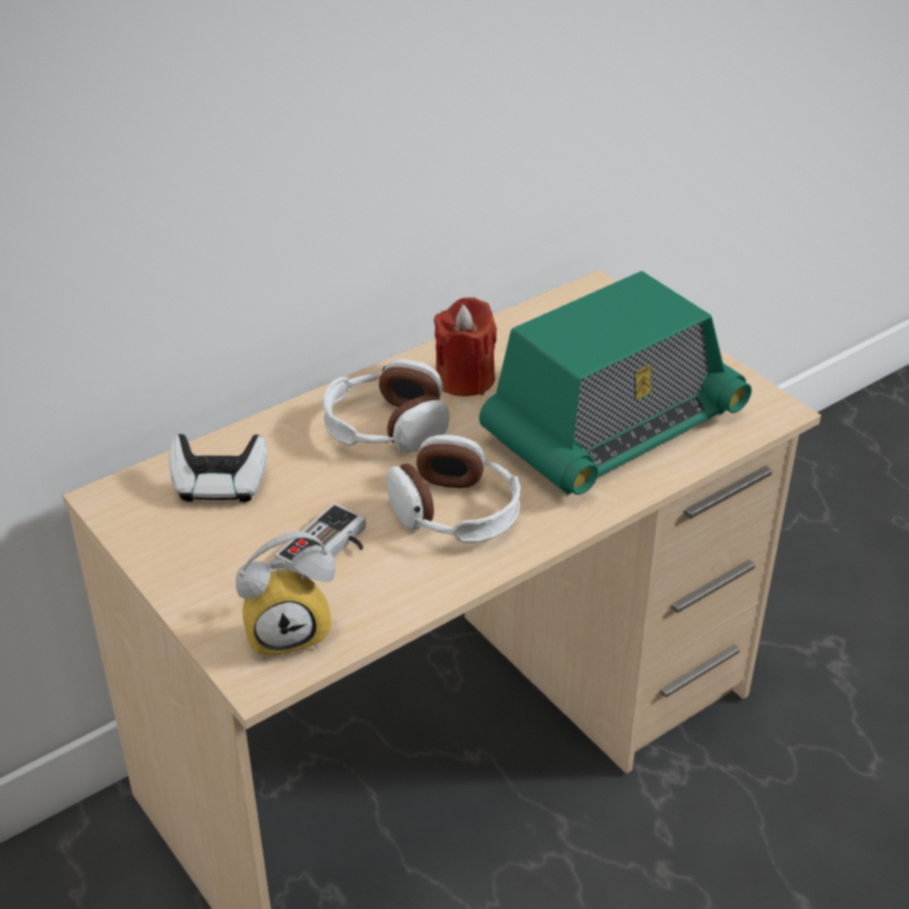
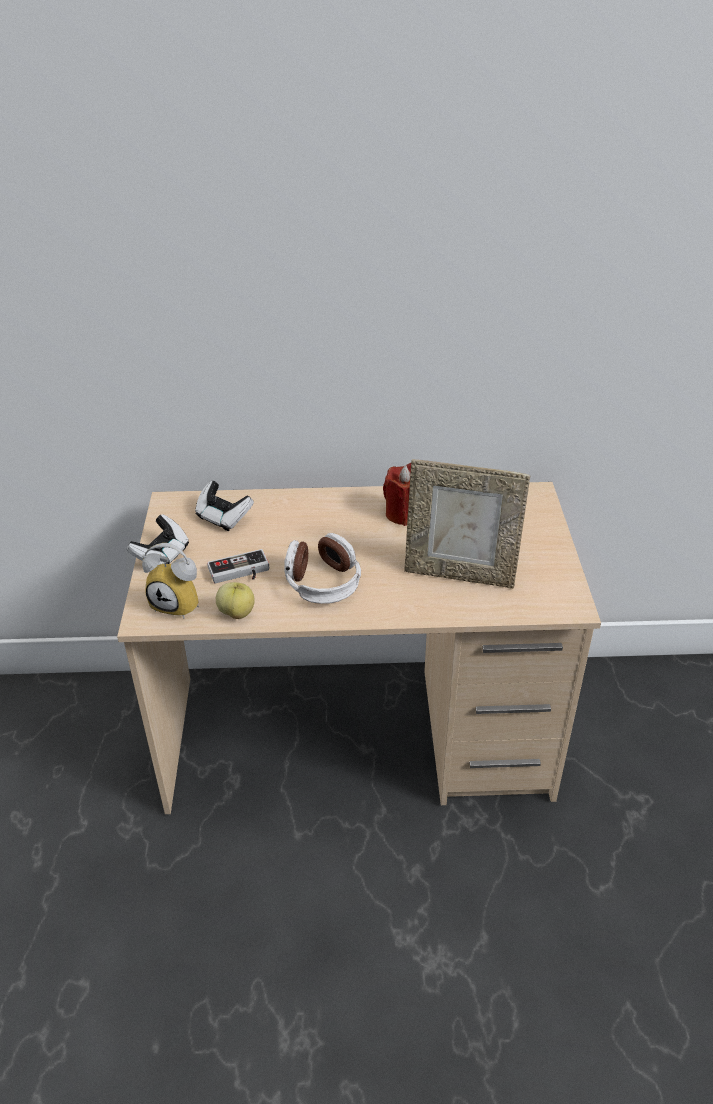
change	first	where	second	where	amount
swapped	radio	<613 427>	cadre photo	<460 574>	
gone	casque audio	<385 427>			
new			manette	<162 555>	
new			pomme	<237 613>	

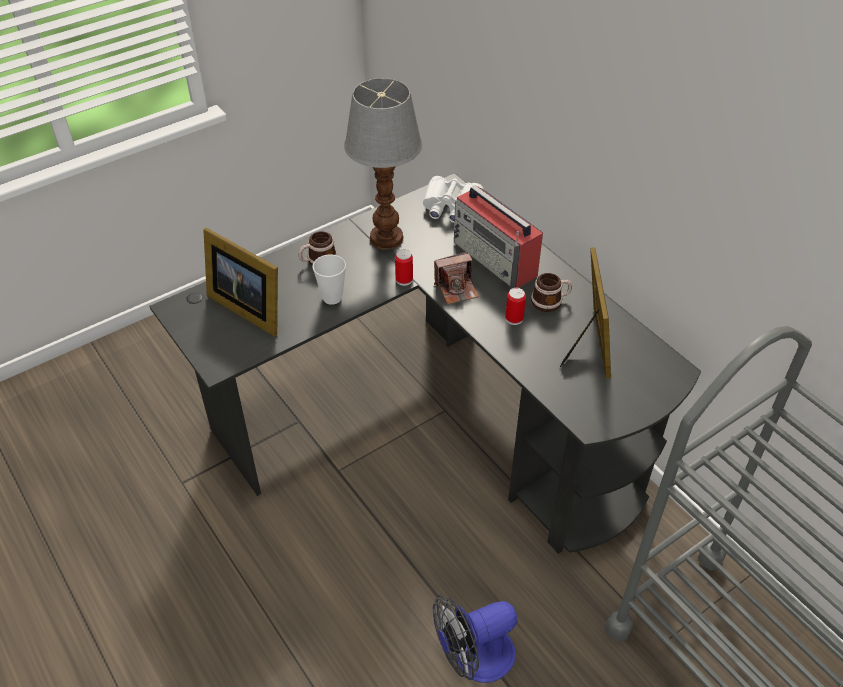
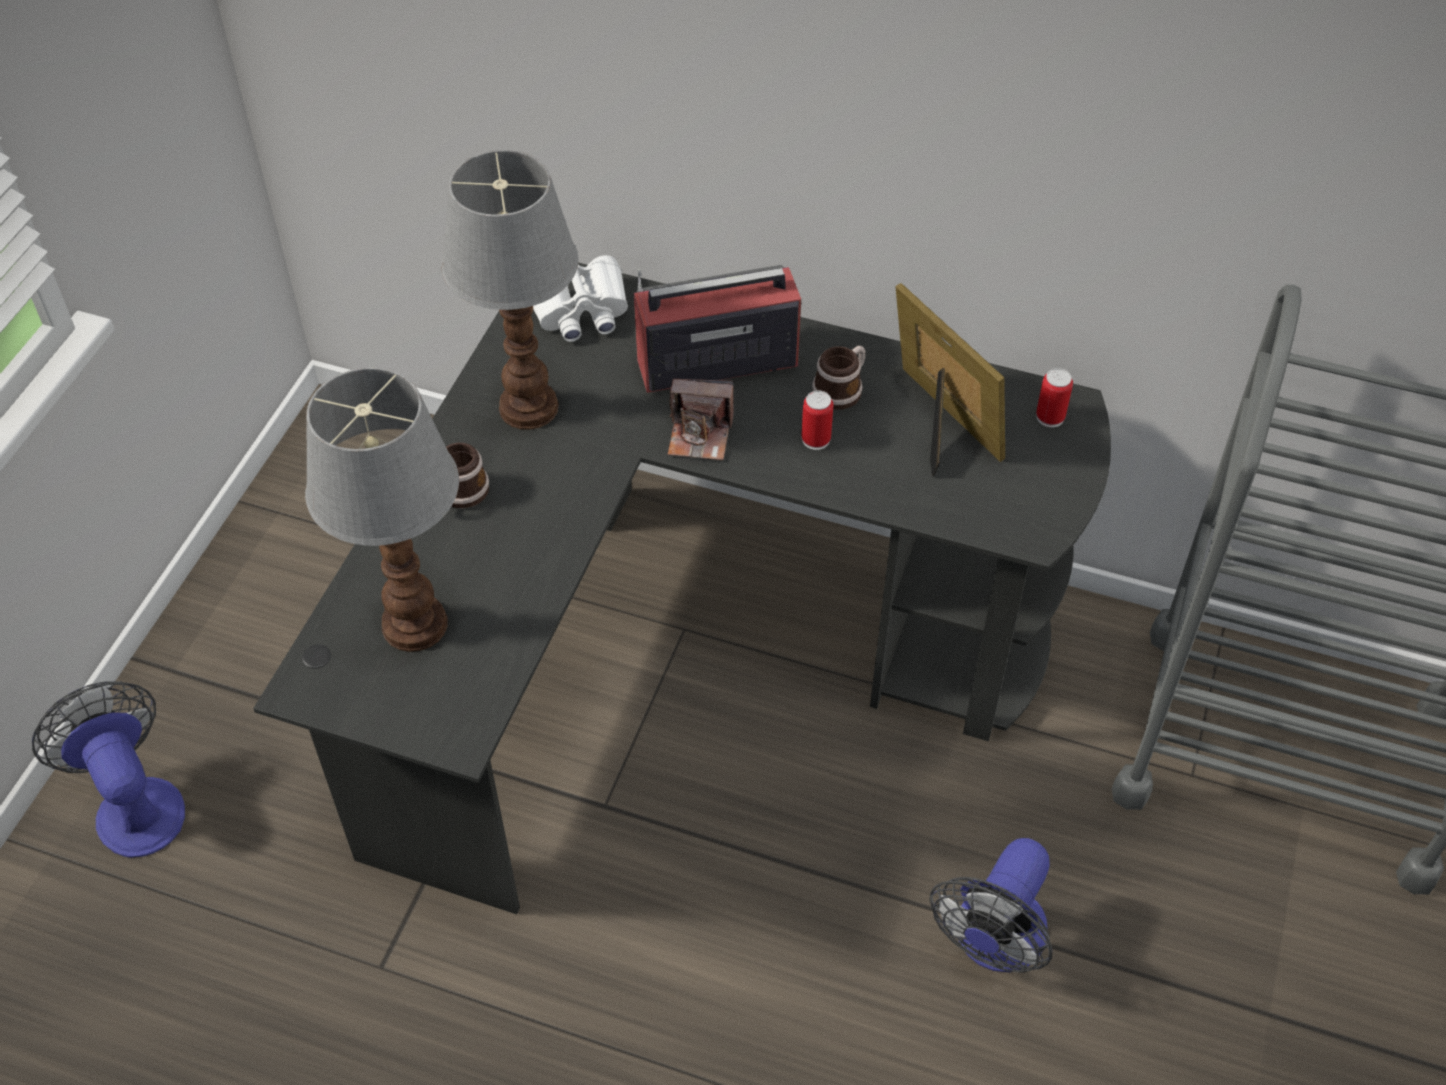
change	first	where	second	where	amount
rotated	radio	<495 259>		<714 362>	150 degrees clockwise
swapped	cadre photo	<247 306>	lampe de table	<417 624>	
shifted	boîte métallique	<404 280>		<1050 417>	
rotated	appareil photo	<456 289>		<700 435>	60 degrees clockwise
gone	tasse	<332 298>			
new			ventilateur	<134 804>	

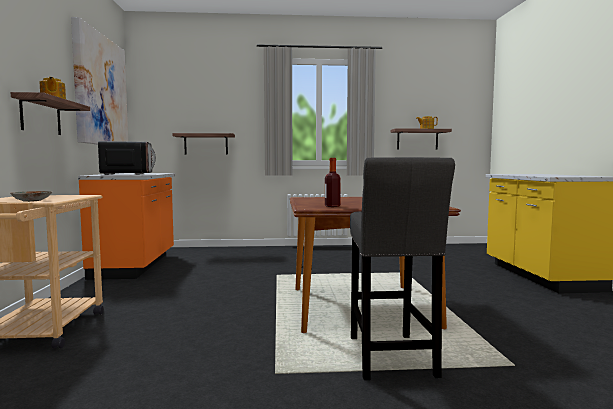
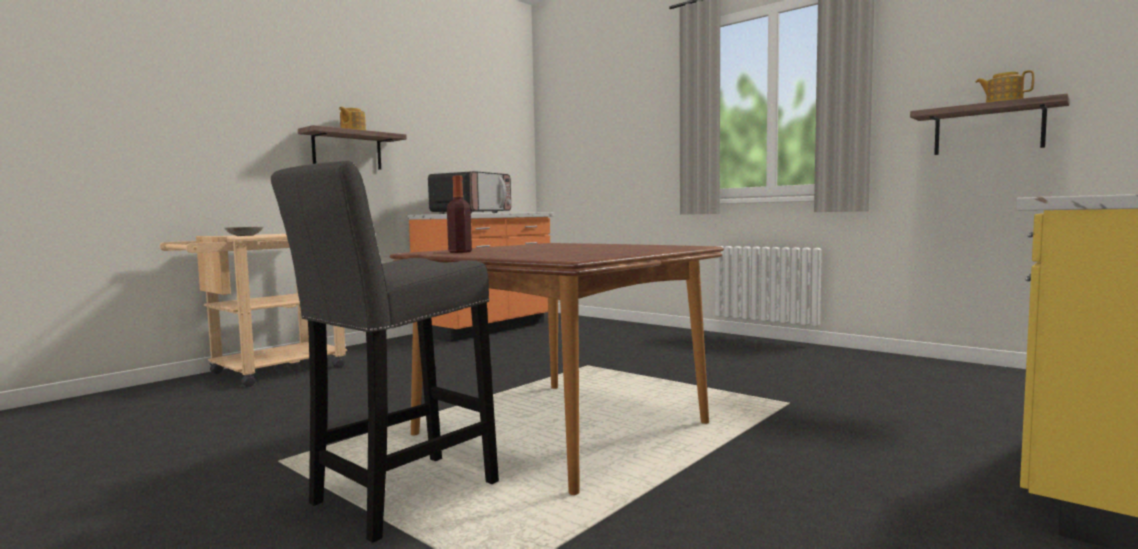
change	first	where	second	where	amount
gone	tableau	<100 91>			
gone	étagère	<206 144>			

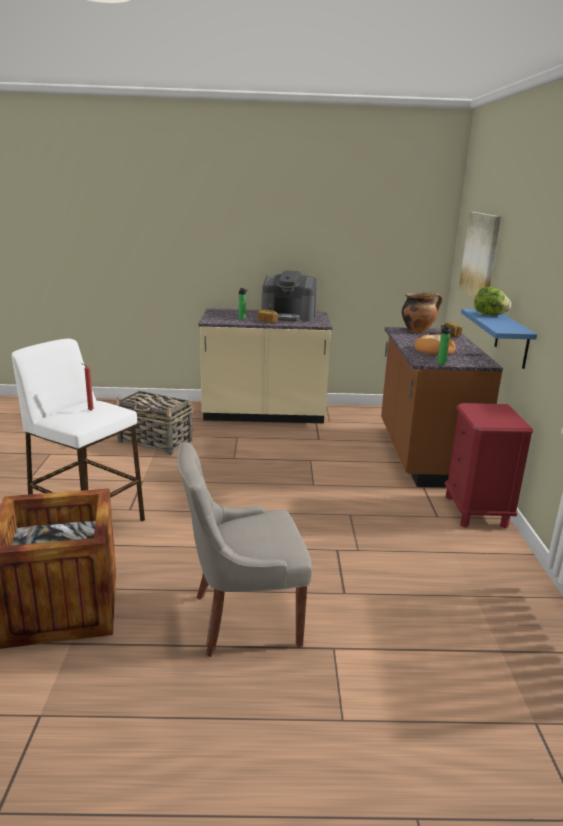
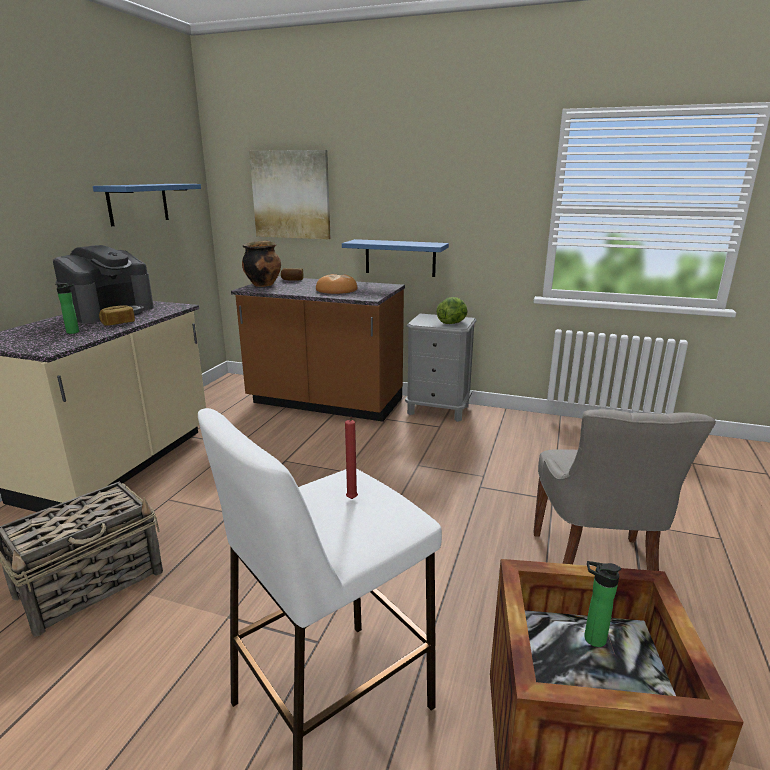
change	first	where	second	where	amount
shifted	laitue	<489 315>		<452 323>	
shifted	bouteille	<441 363>		<591 638>	
repainted	table de chevet [rouge]	<476 511>	table de chevet [gris]	<438 410>	
new			étagère [bleu]	<138 204>	

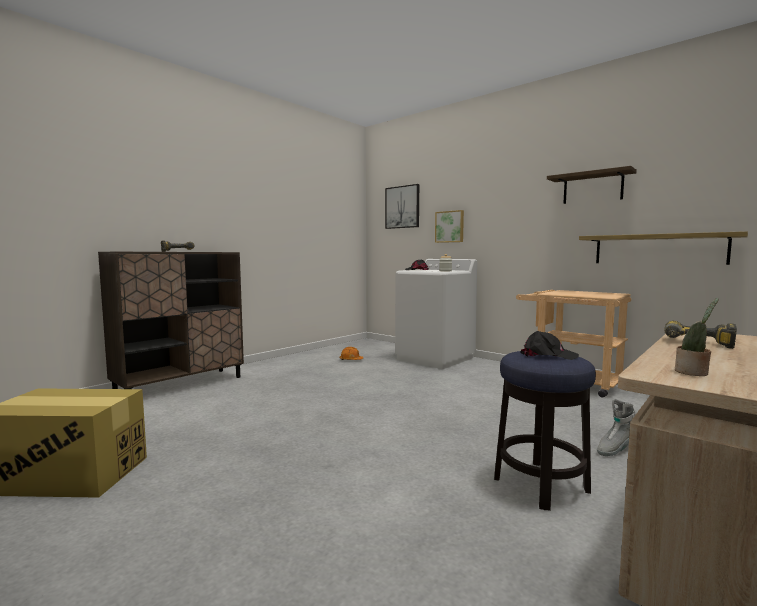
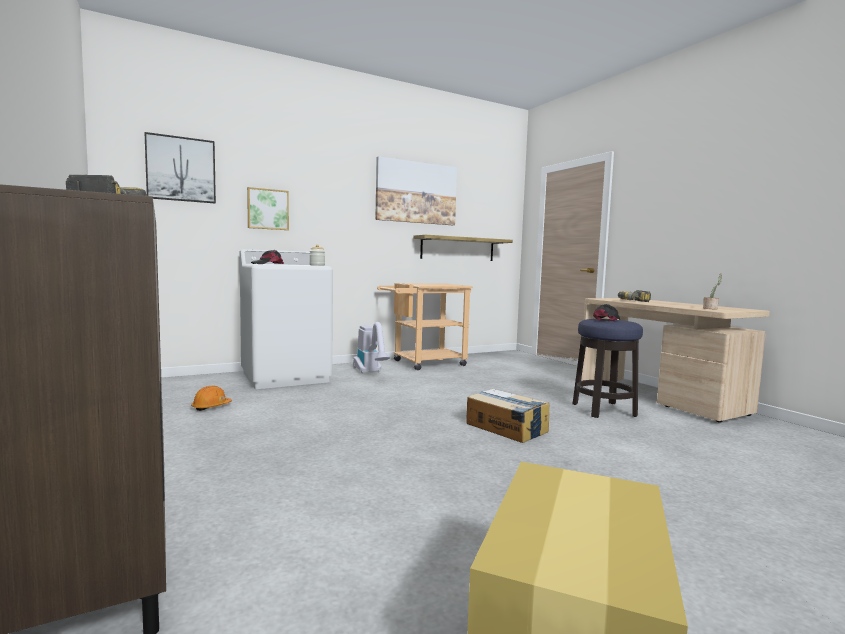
change	first	where	second	where	amount
swapped	étagère	<592 188>	tableau	<416 193>	
gone	botte [gris]	<615 450>			
new			aspirateur	<371 372>	
new			carton	<506 428>	

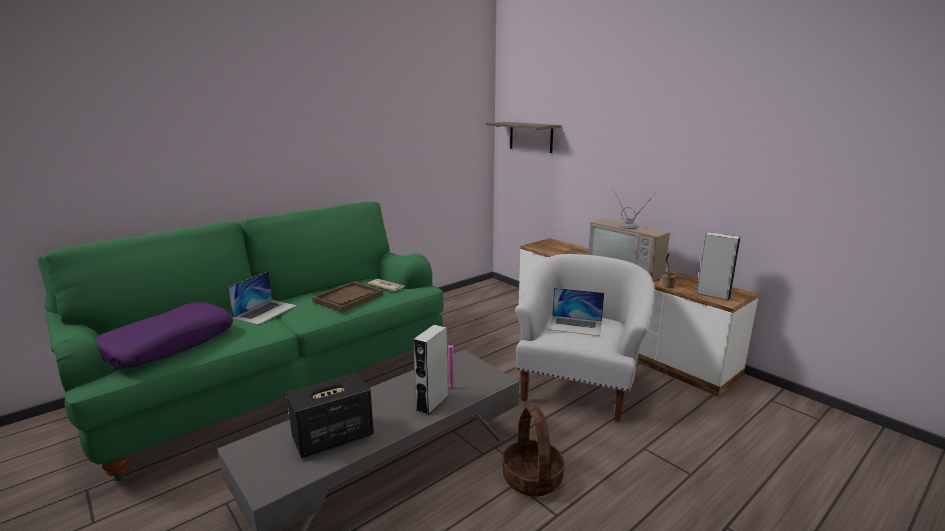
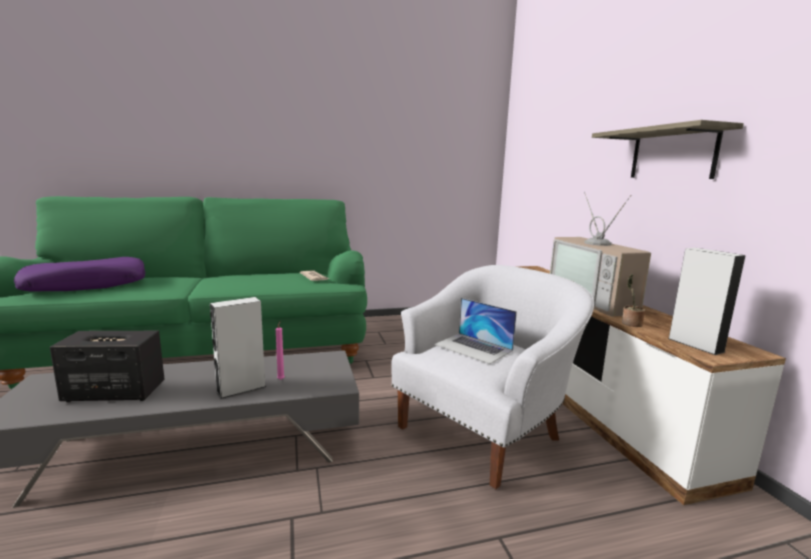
change	first	where	second	where	amount
shifted	étagère	<531 137>		<672 154>	
gone	ordinateur portable	<265 311>			
gone	plateau [marron]	<348 298>			
gone	panier	<533 478>			

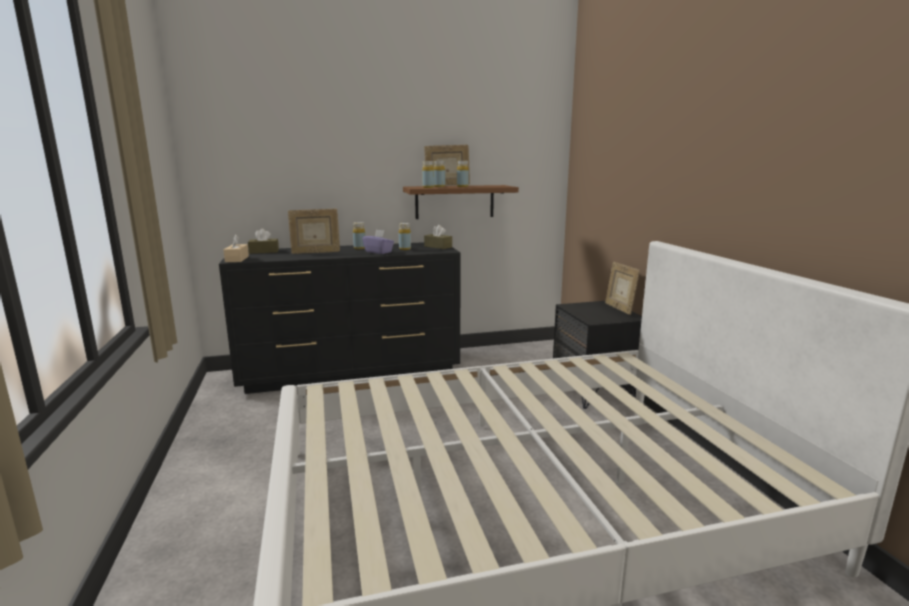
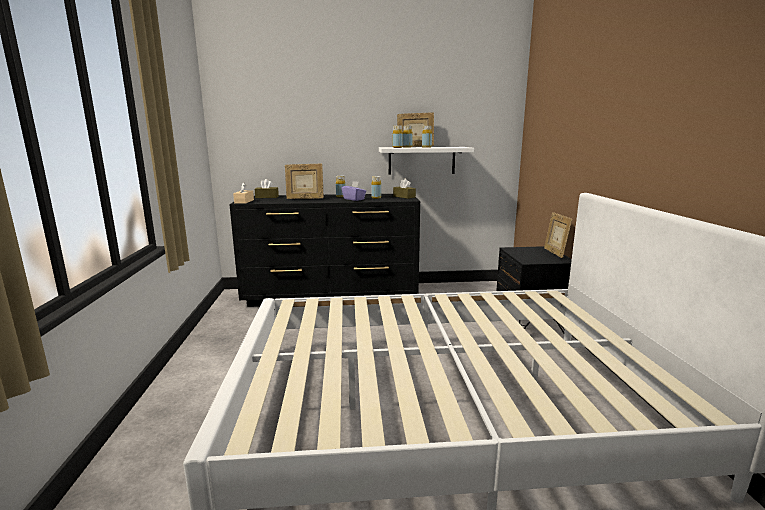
change	first	where	second	where	amount
repainted	étagère [marron]	<454 202>	étagère [blanc]	<421 160>	

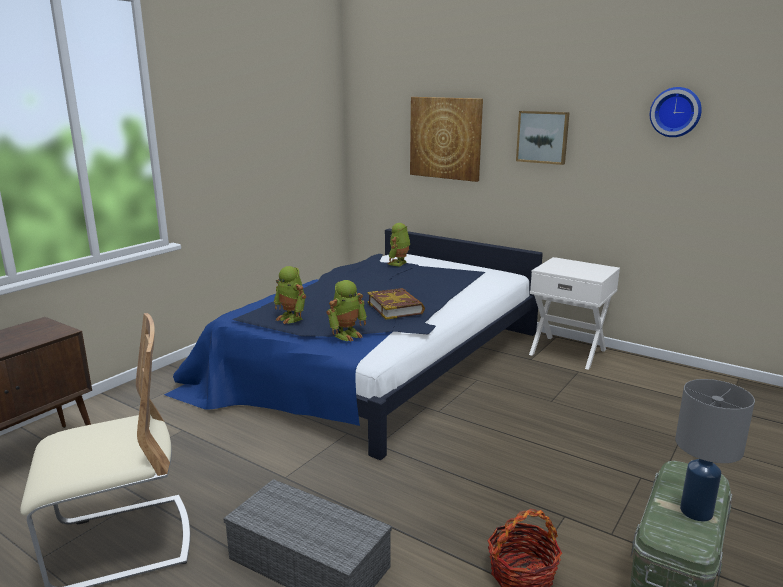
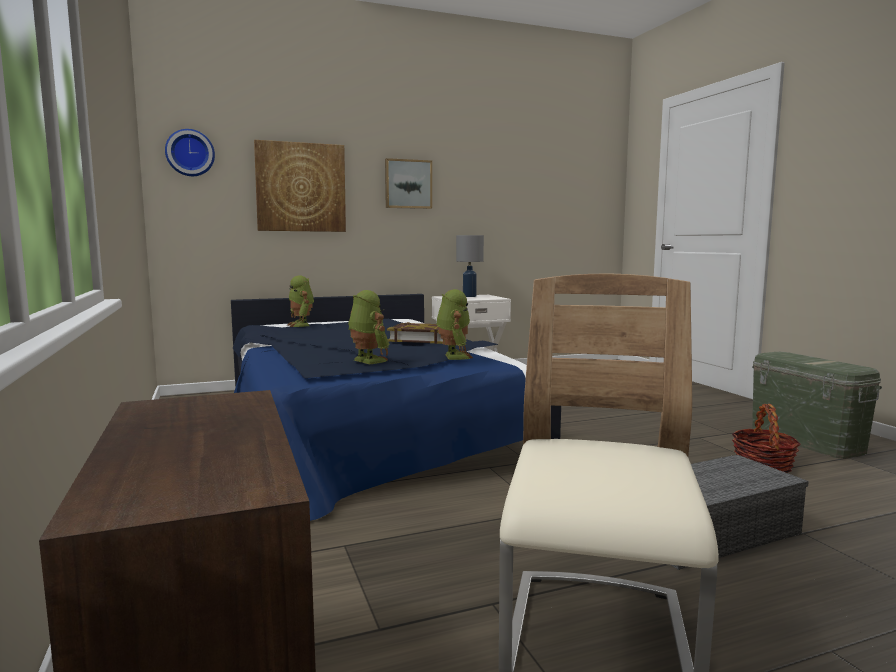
change	first	where	second	where	amount
shifted	horloge murale	<676 112>		<190 153>	
rotated	robot jouet	<291 318>		<367 361>	120 degrees counterclockwise
shifted	lampe de table [gris]	<696 512>		<470 296>	

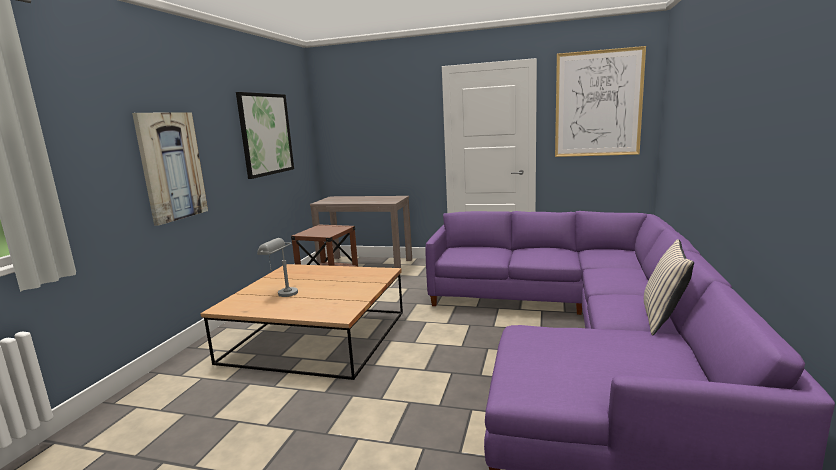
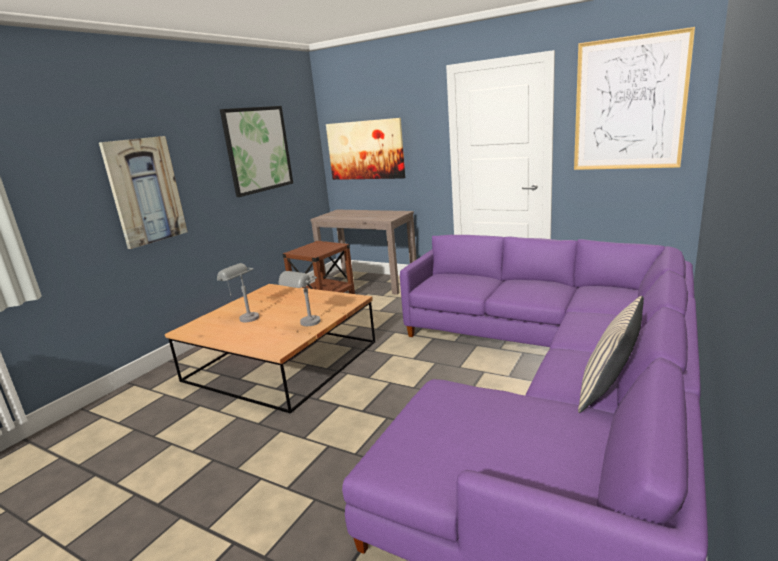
change	first	where	second	where	amount
new			tableau	<365 150>	
new			lampe de table [gris]	<306 325>	

